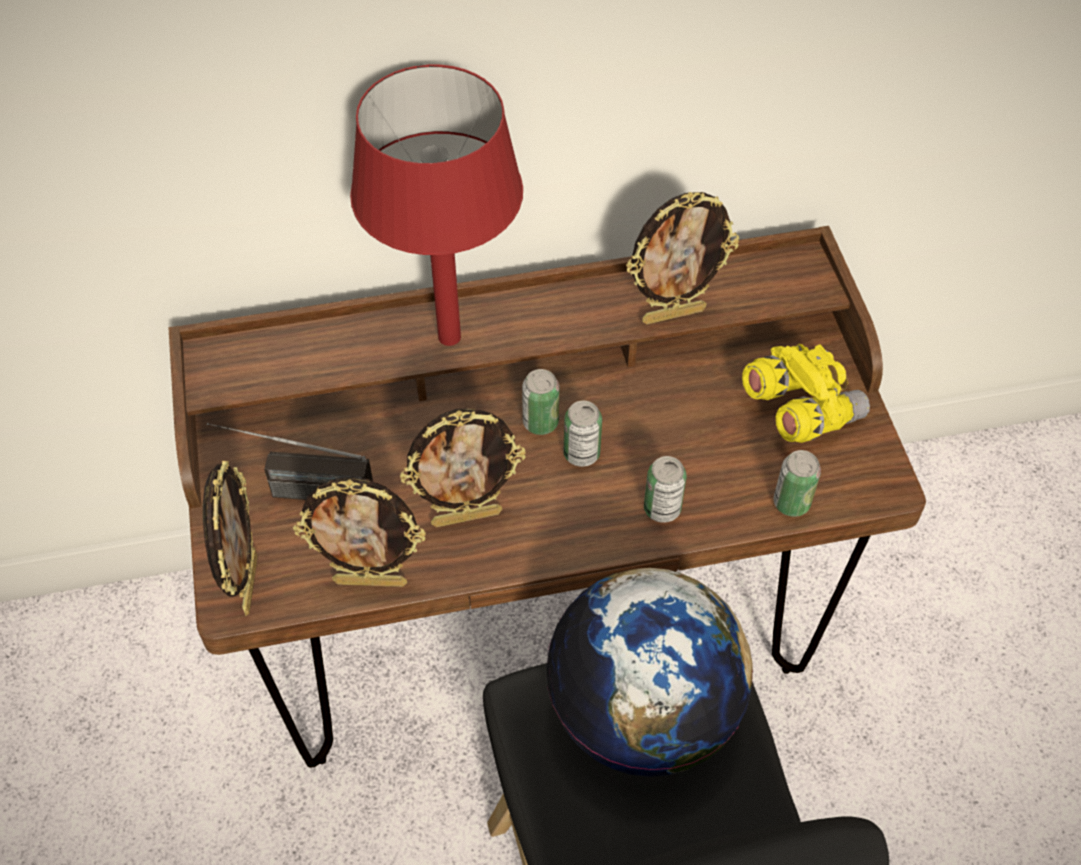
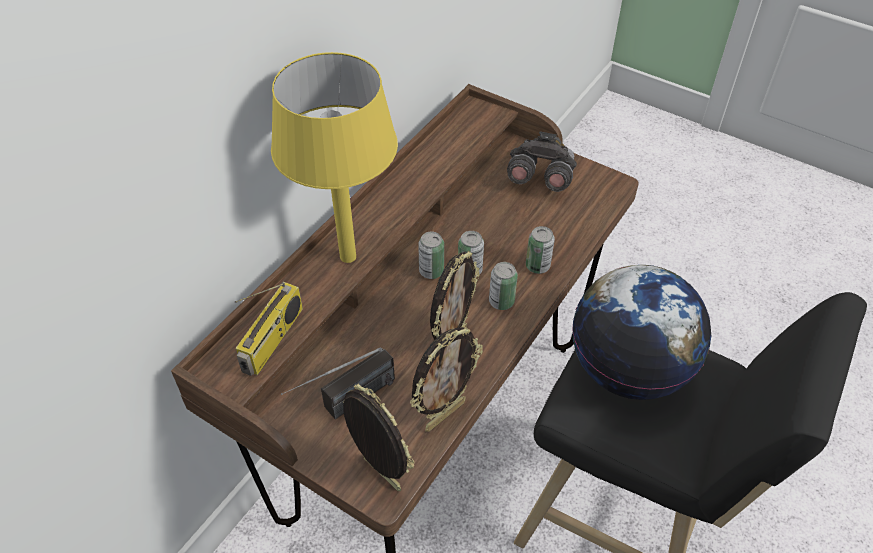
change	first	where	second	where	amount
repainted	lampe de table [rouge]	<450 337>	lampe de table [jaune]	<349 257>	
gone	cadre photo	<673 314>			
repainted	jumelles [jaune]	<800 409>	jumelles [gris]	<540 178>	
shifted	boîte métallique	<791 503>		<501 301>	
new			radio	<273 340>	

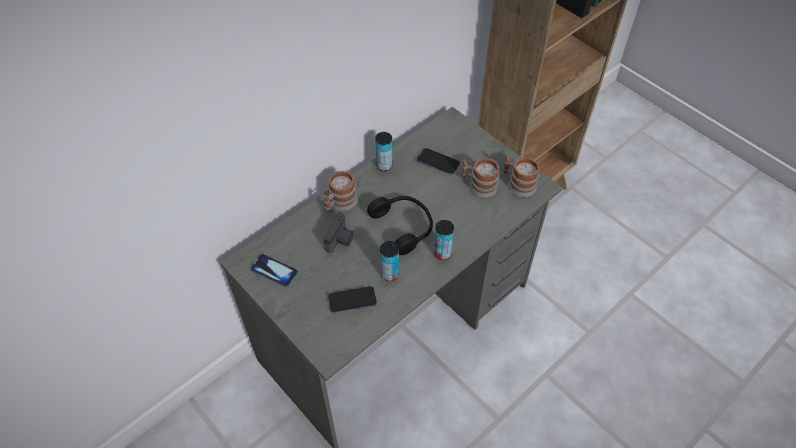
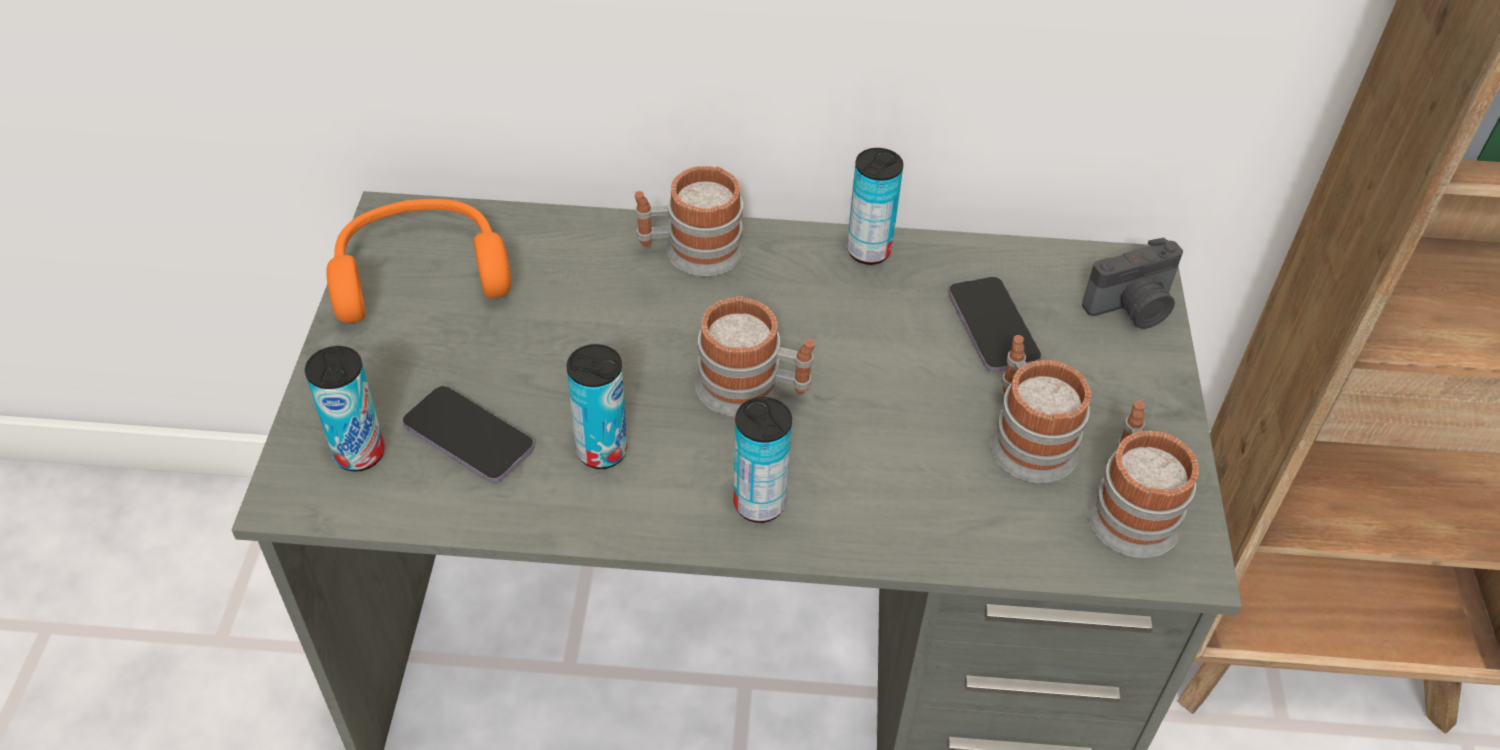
change	first	where	second	where	amount
swapped	casque audio [noir]	<404 227>	mug	<753 389>	
shifted	appareil photo	<340 240>		<1132 308>	
swapped	téléphone	<274 271>	casque audio [orange]	<420 273>	
new			boîte métallique	<359 453>	

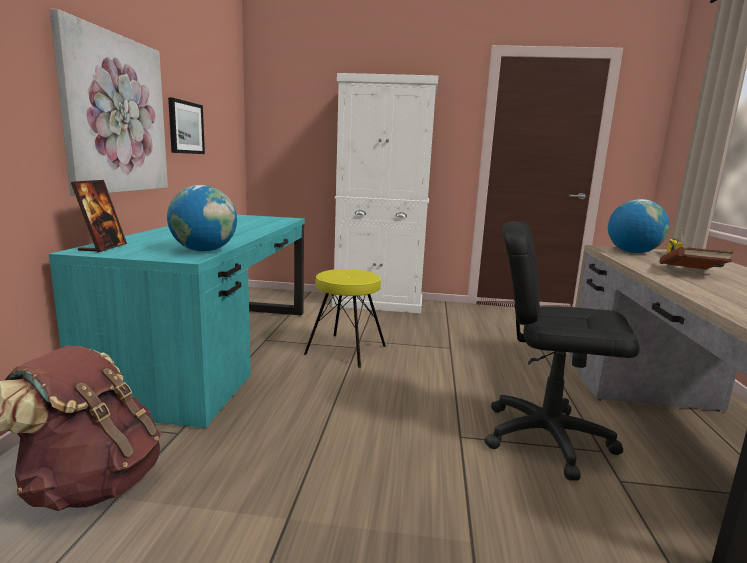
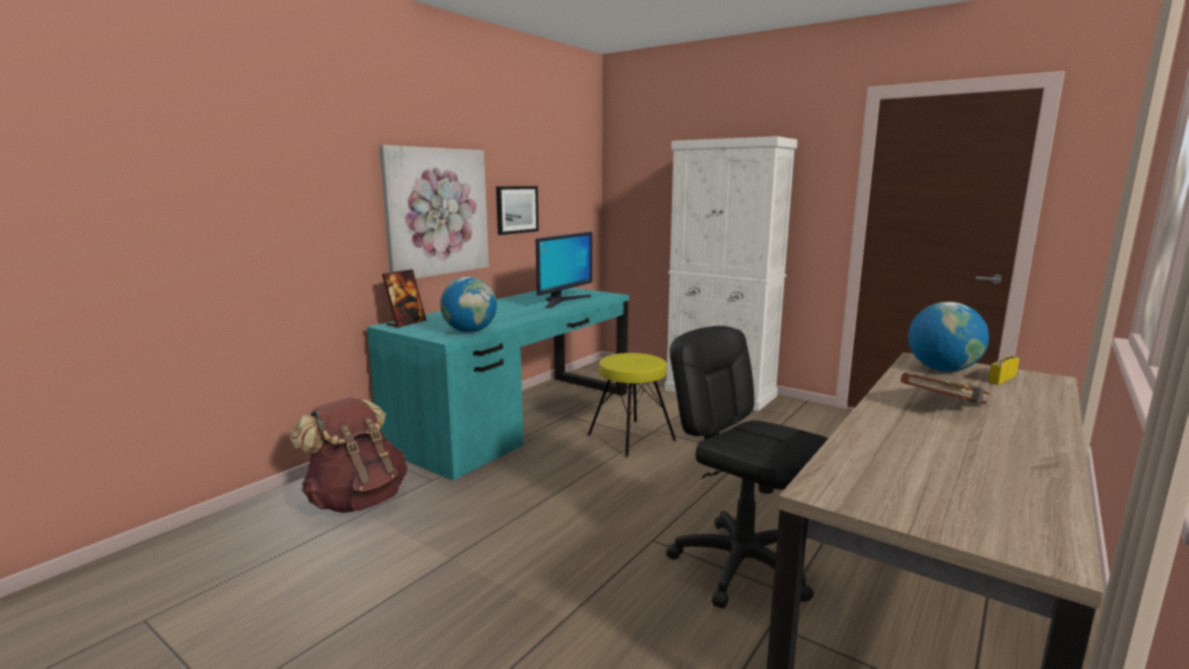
change	first	where	second	where	amount
new			écran d'ordinateur	<562 301>	

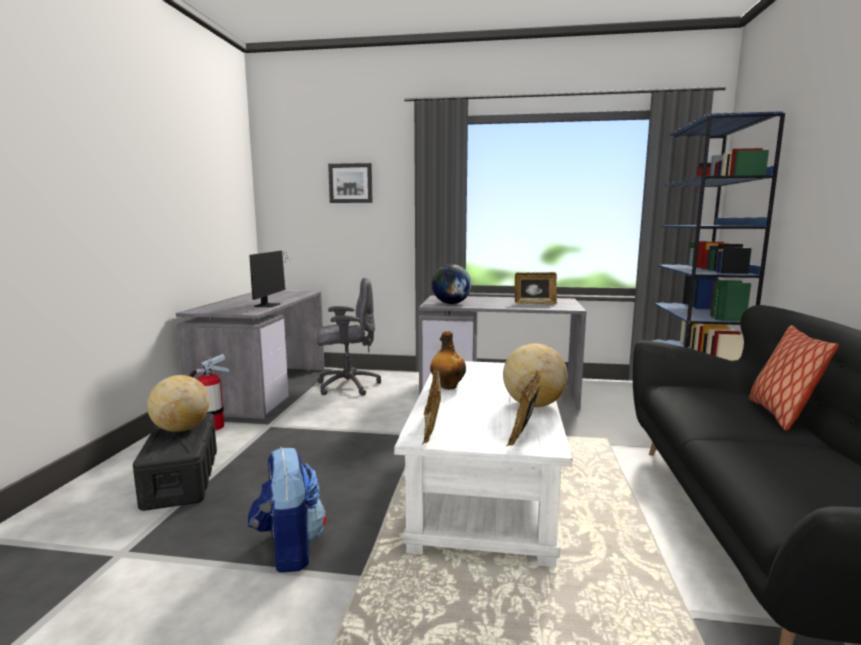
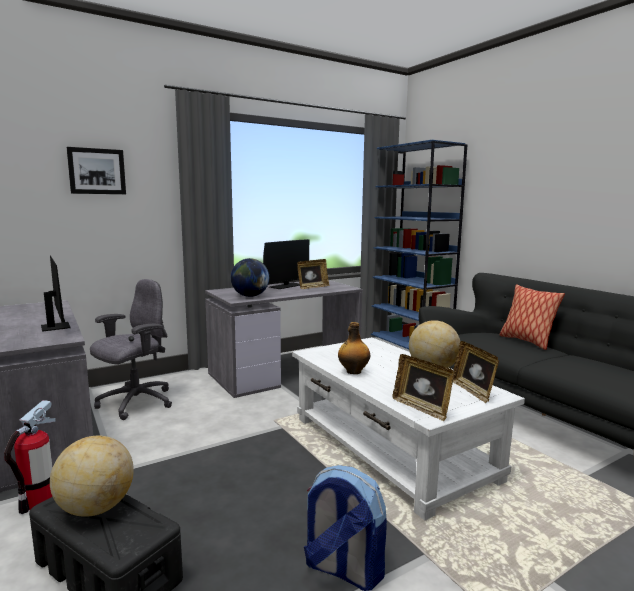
change	first	where	second	where	amount
new			écran d'ordinateur	<286 286>	

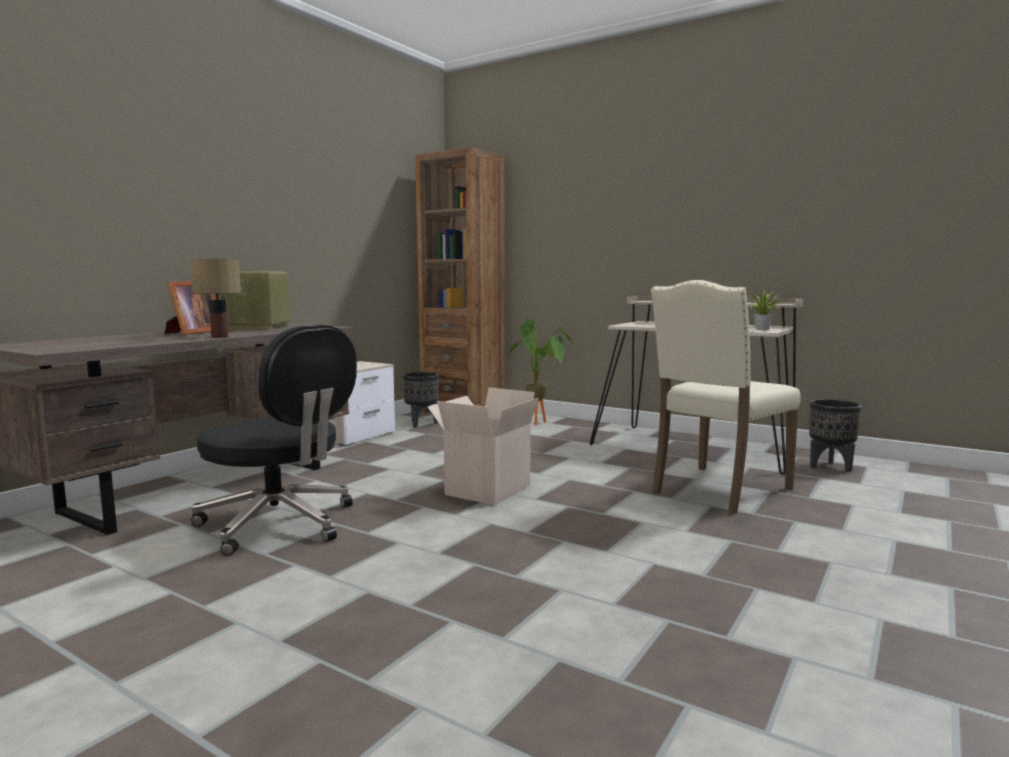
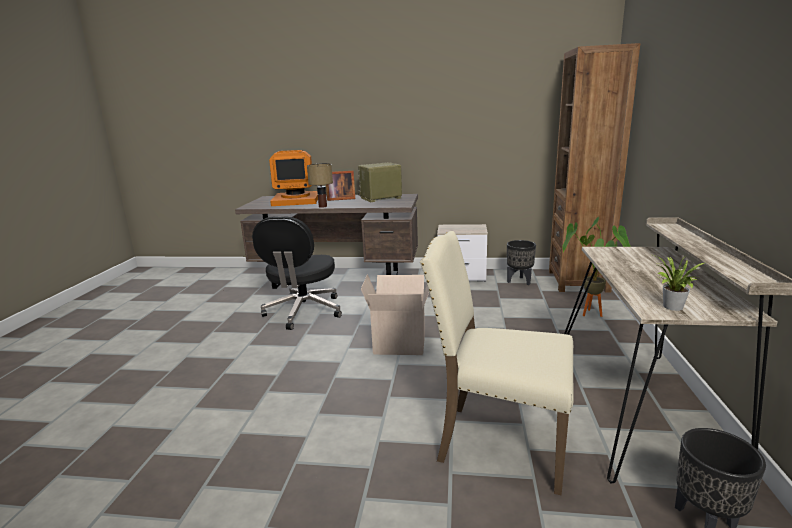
change	first	where	second	where	amount
new			écran d'ordinateur	<296 200>	

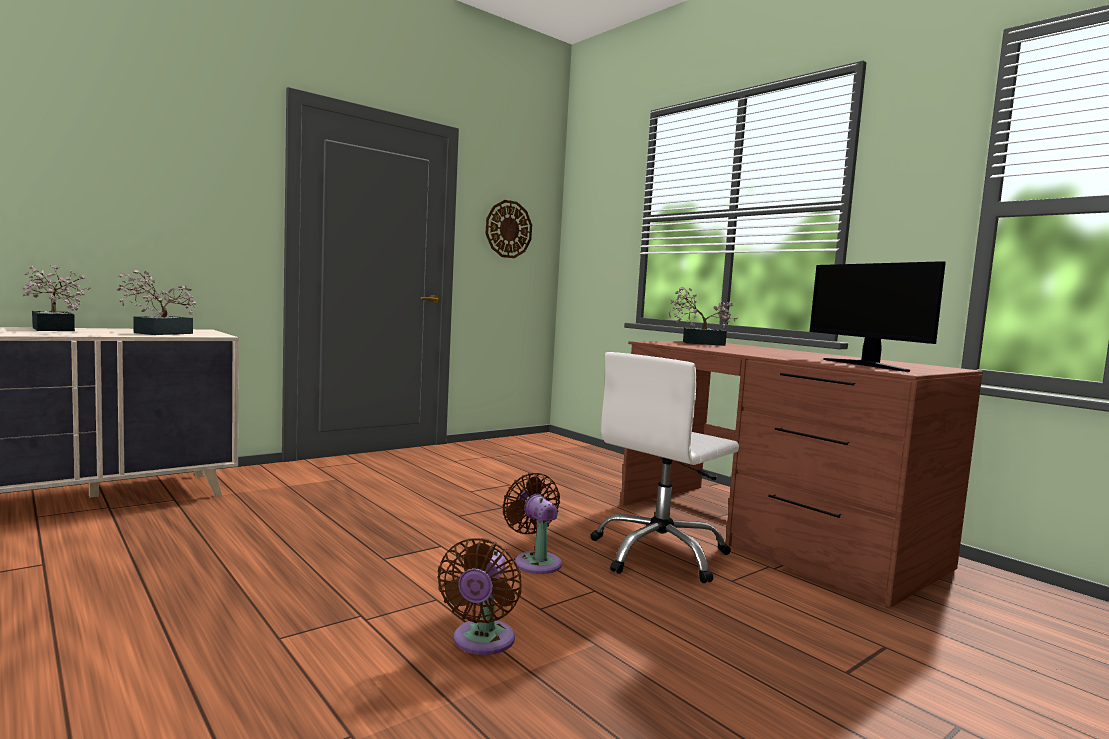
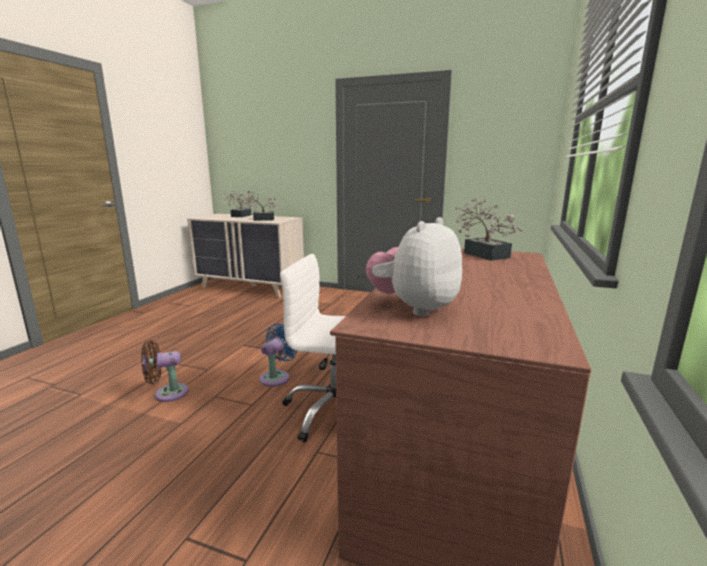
change	first	where	second	where	amount
gone	horloge murale	<508 229>			
swapped	écran d'ordinateur	<866 365>	peluche	<414 308>	
repainted	ventilateur [marron]	<535 561>	ventilateur [bleu]	<277 377>	

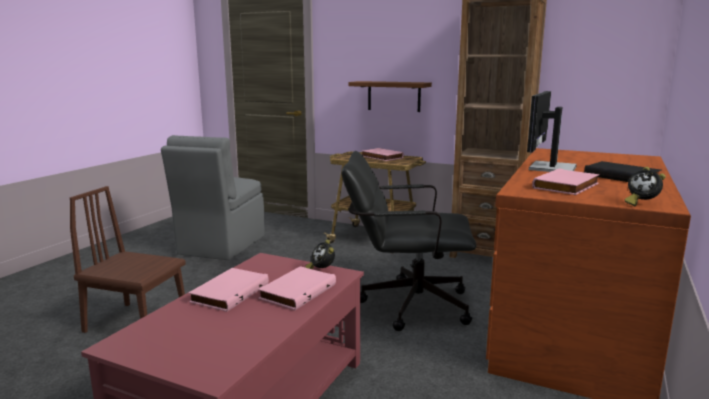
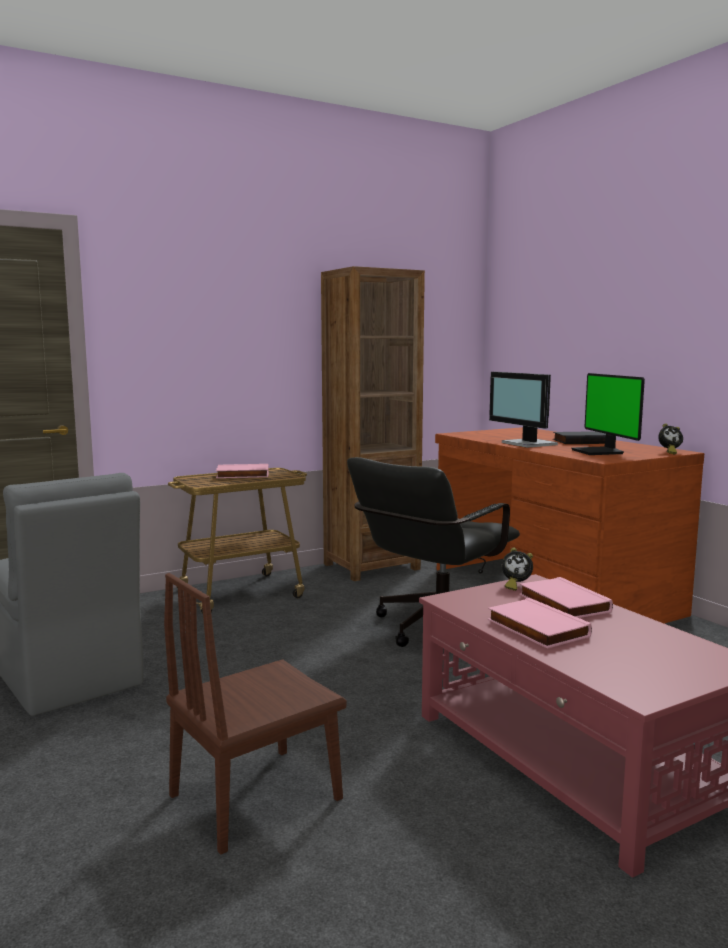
change	first	where	second	where	amount
gone	étagère [marron]	<394 96>			
swapped	livre [rose]	<567 186>	écran d'ordinateur	<599 452>	

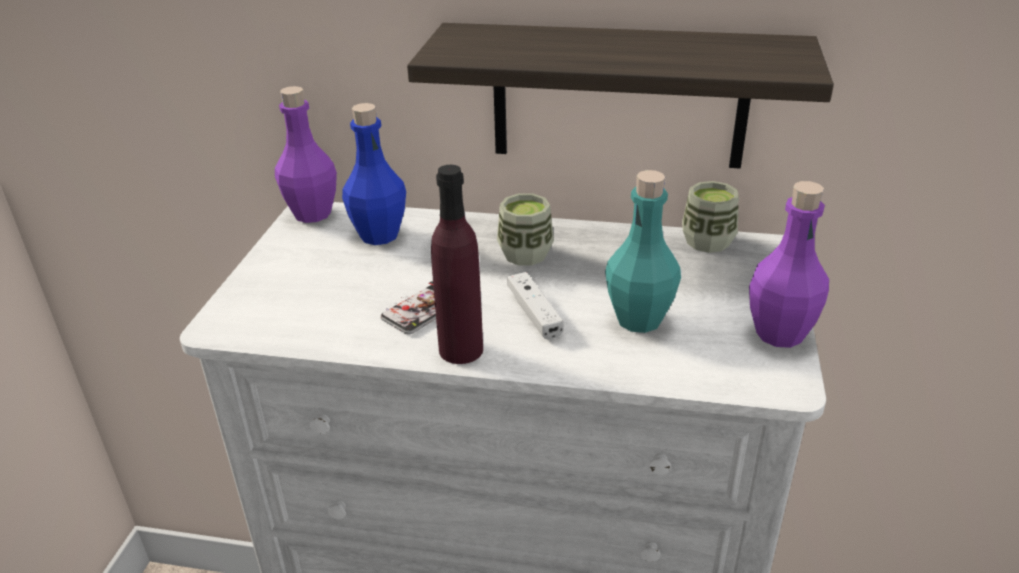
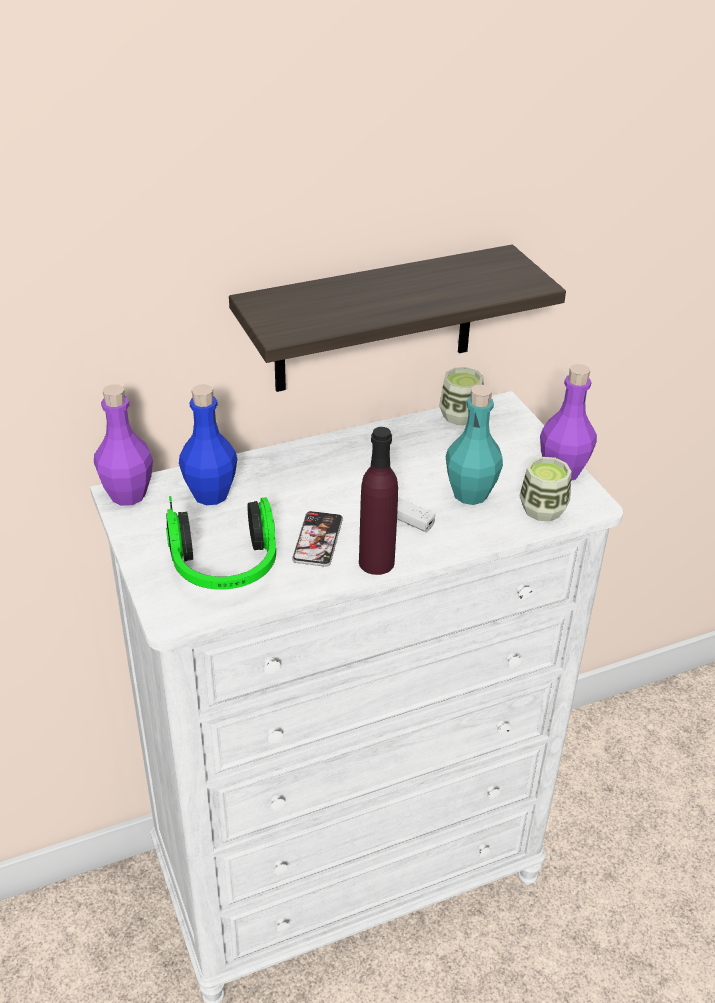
change	first	where	second	where	amount
shifted	tasse	<525 254>		<542 509>	
new			casque audio	<225 568>	

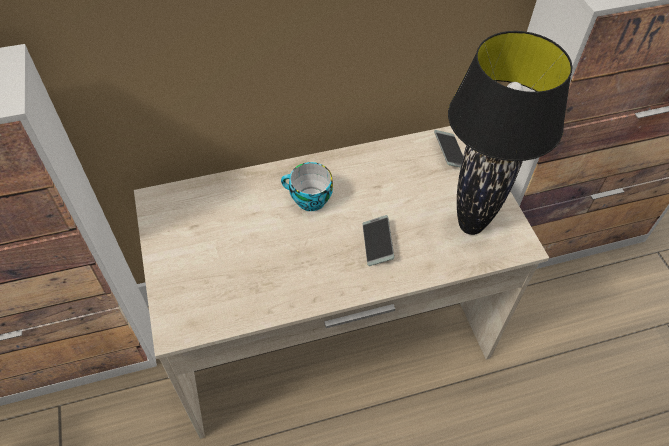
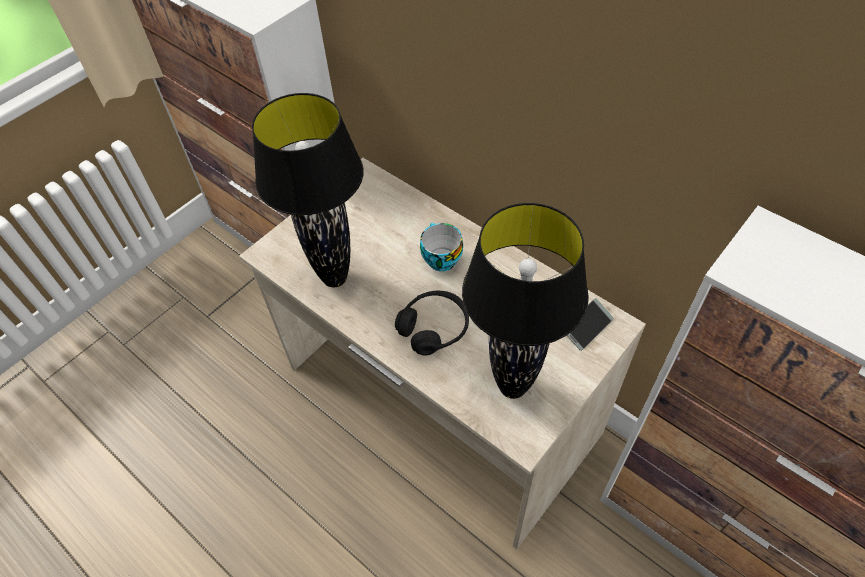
change	first	where	second	where	amount
swapped	téléphone	<377 243>	casque audio [noir]	<434 328>	
new			lampe de table [noir]	<335 278>	

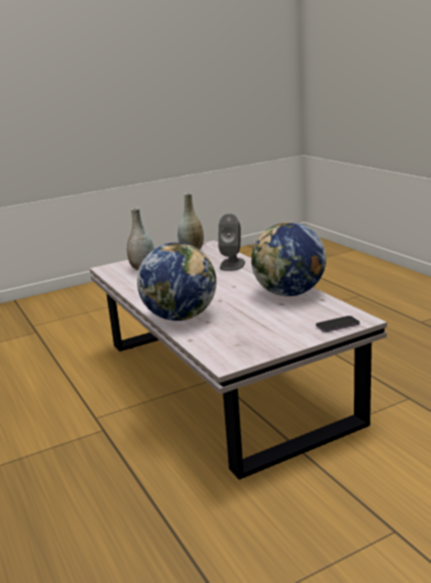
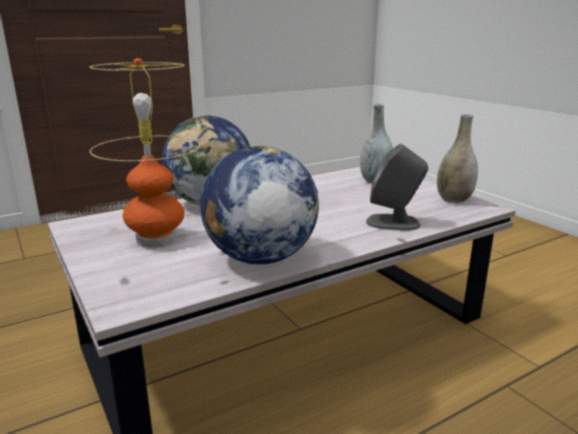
change	first	where	second	where	amount
gone	téléphone	<337 325>			
new			lampe de table	<157 239>	

